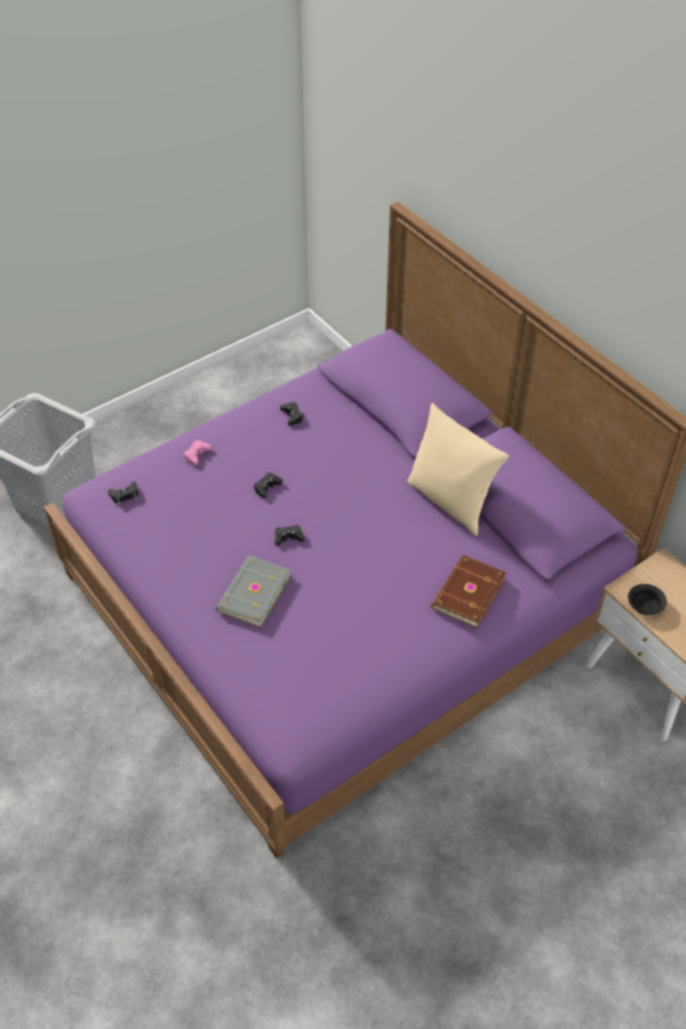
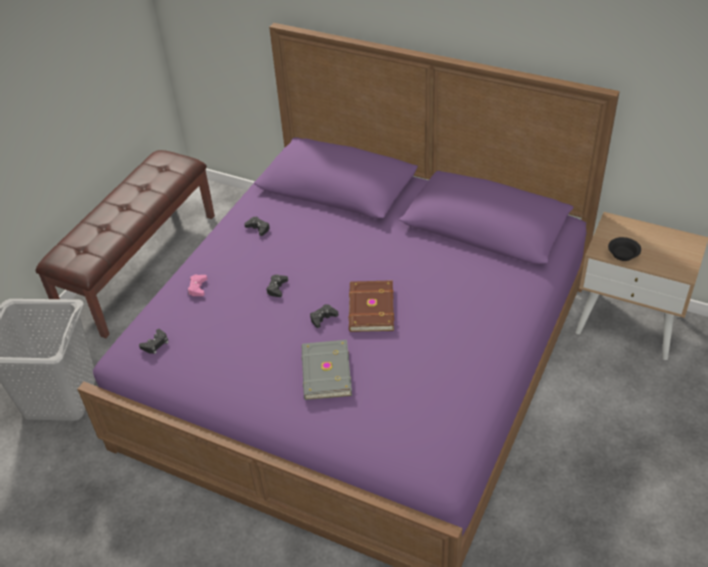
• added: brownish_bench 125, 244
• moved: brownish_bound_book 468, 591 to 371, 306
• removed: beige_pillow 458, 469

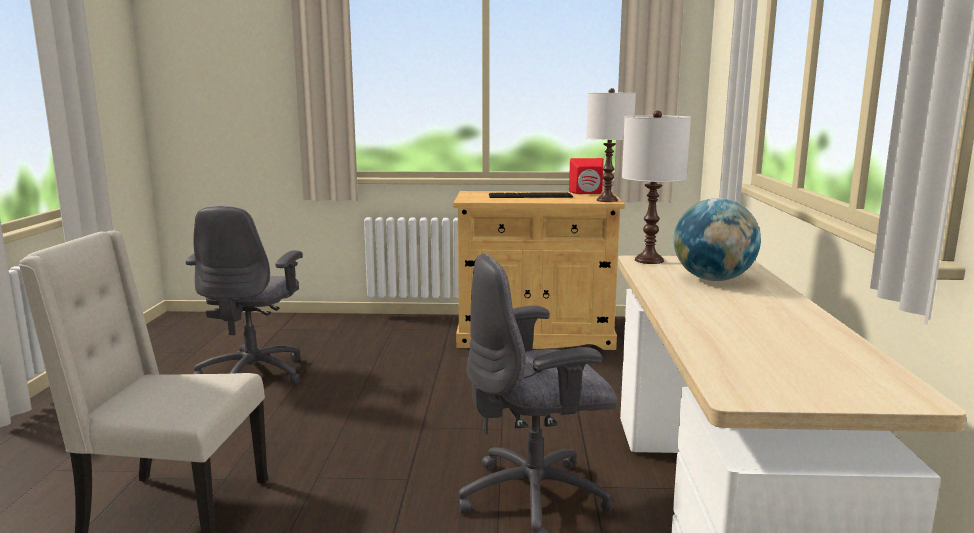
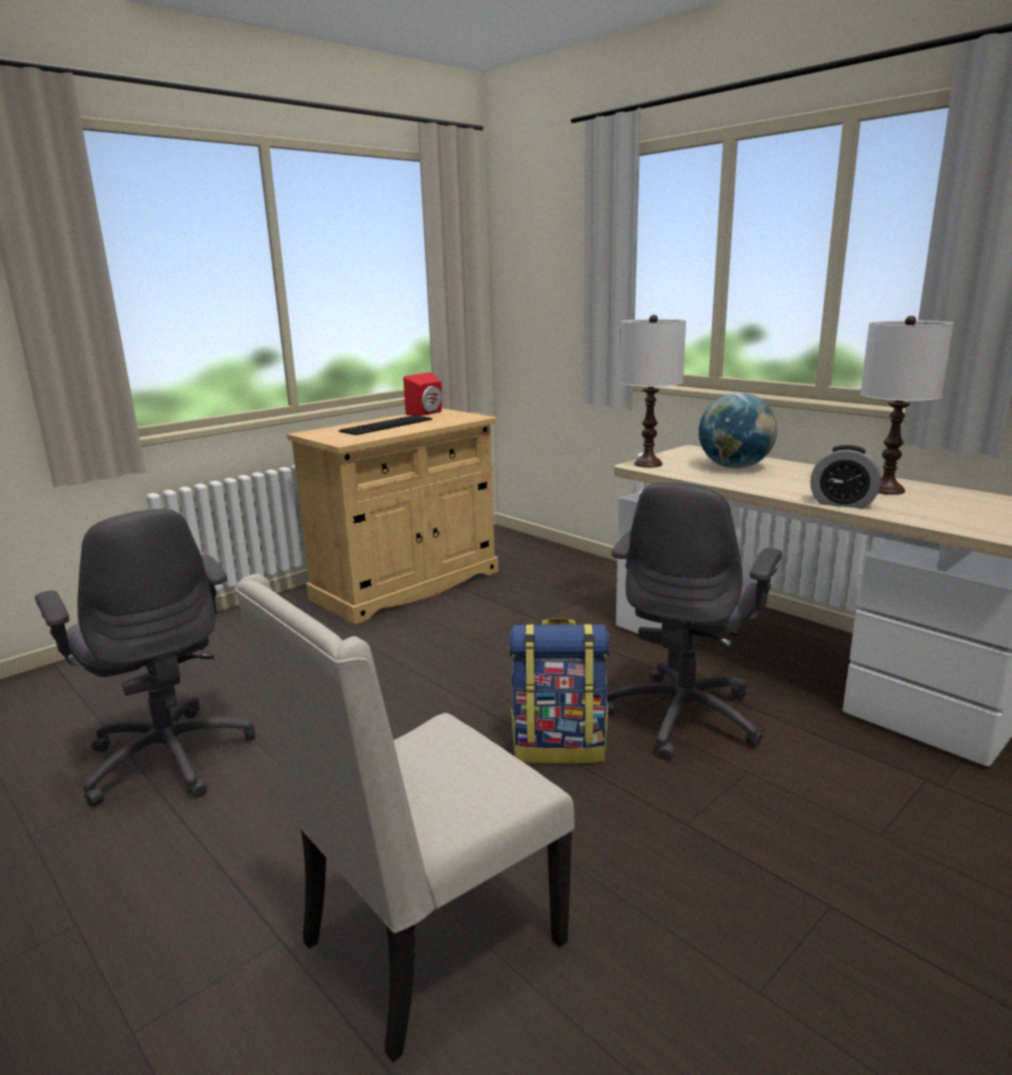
• added: rucksack 559, 691
• added: bedside_clock 845, 476
• moved: whitish_lamp_for_a_table 611, 145 to 907, 405

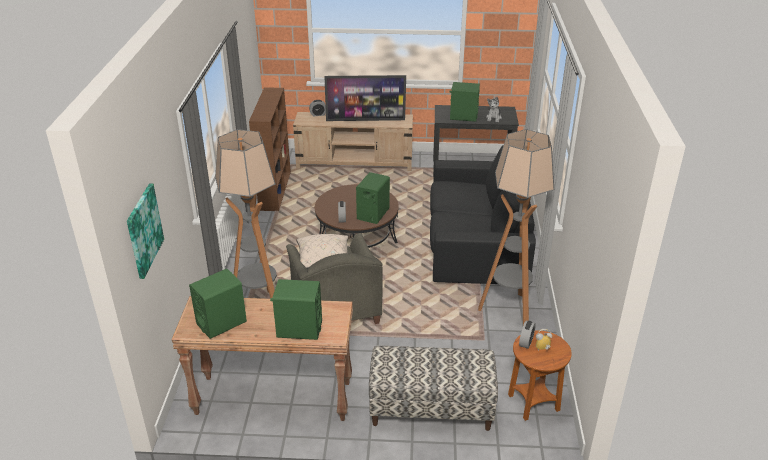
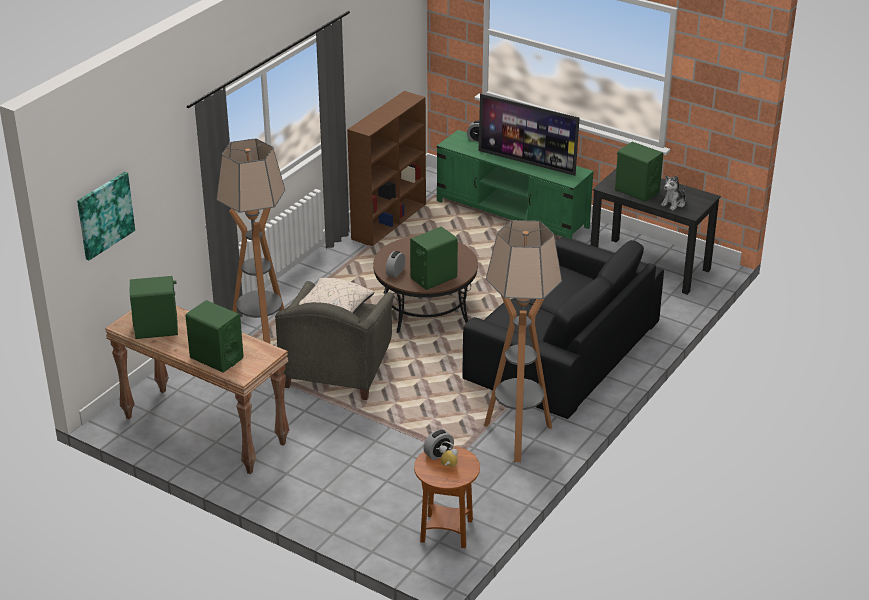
• recoloured: beige_tv_unit 353, 141 to green_tv_unit 515, 184
• removed: bench 433, 388

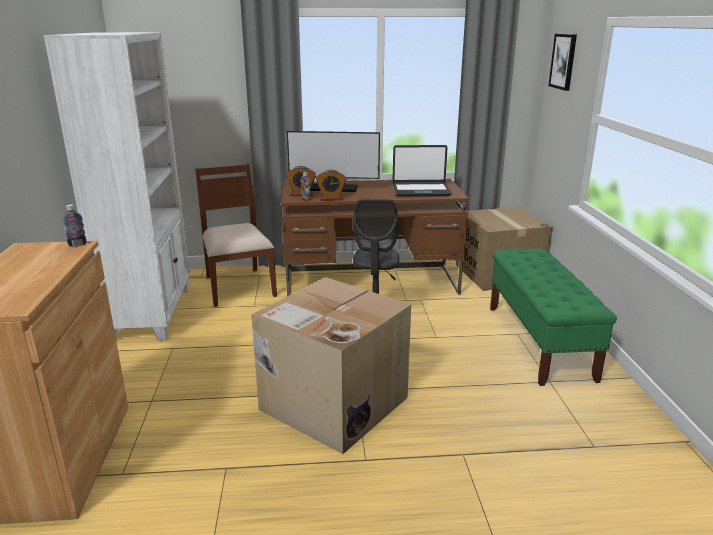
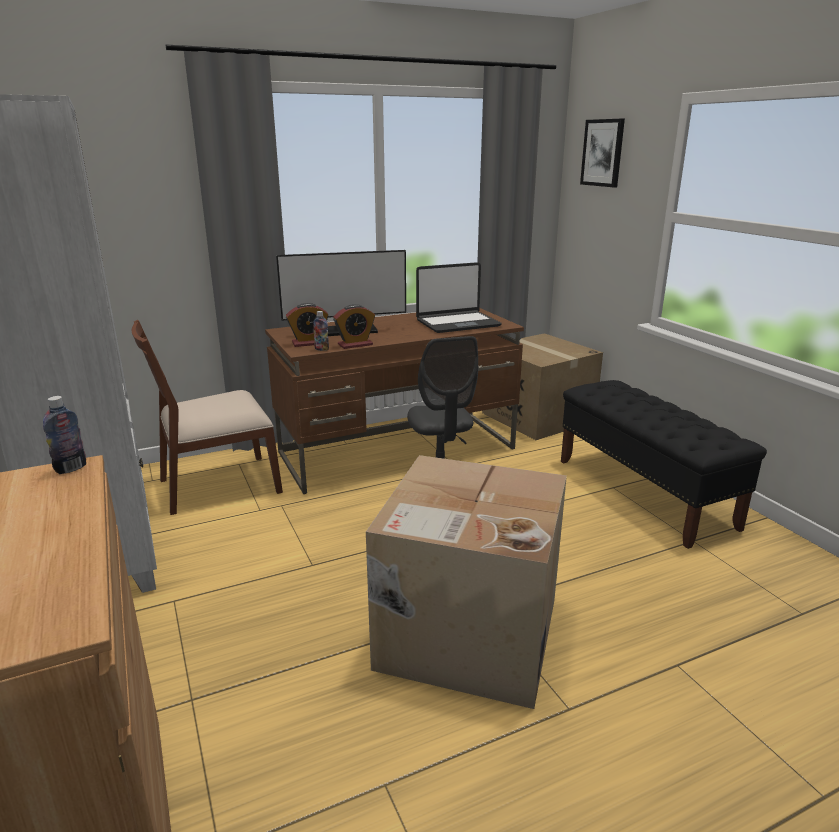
• turned: brownish_chair 236, 235 = 207, 417 75 degrees counterclockwise
• recoloured: green_bench 553, 317 to black_bench 664, 464

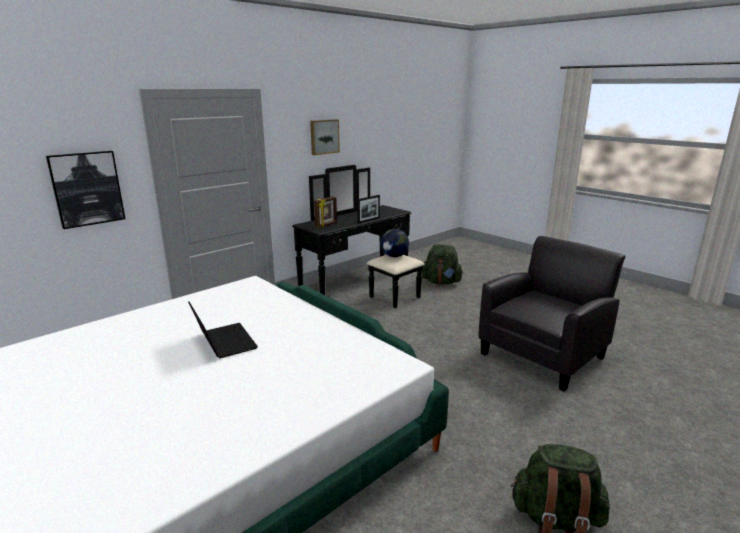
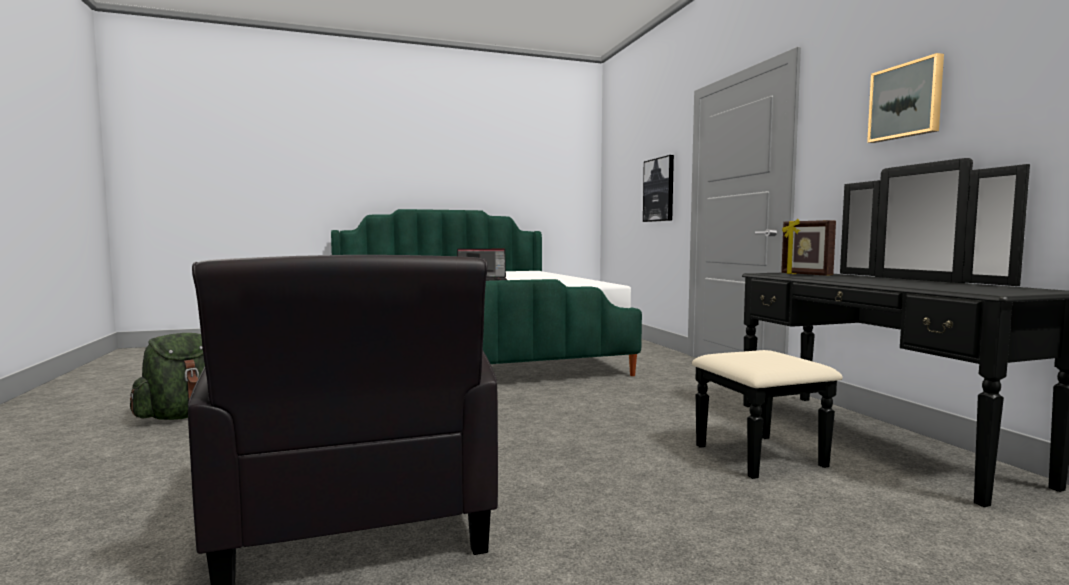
• removed: photo_frame 368, 209
• removed: globe 395, 243
• removed: green_rucksack 442, 264

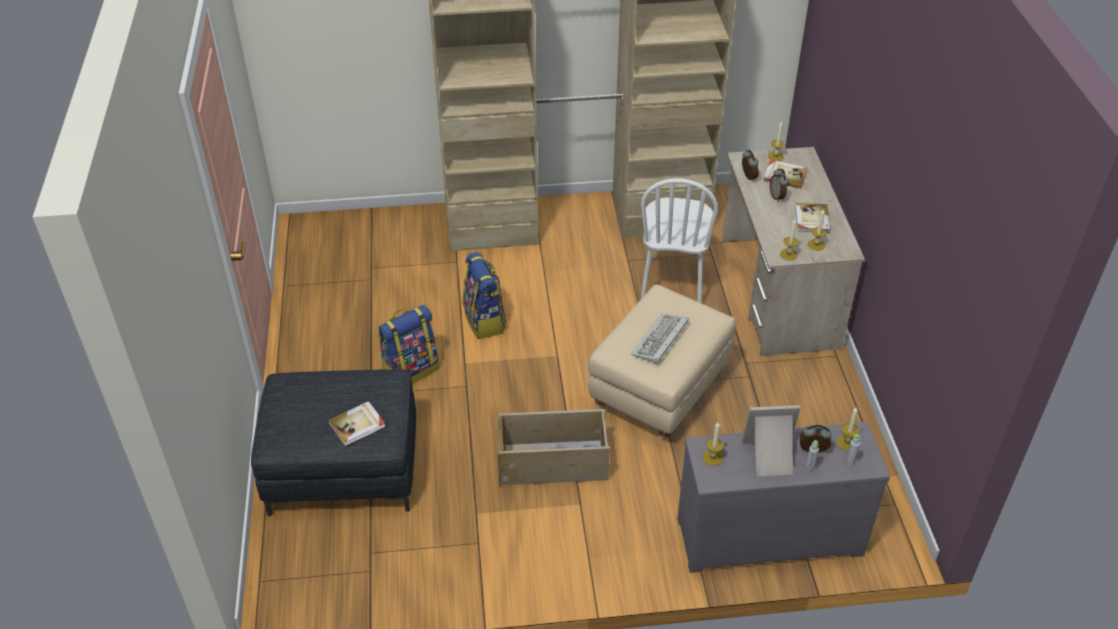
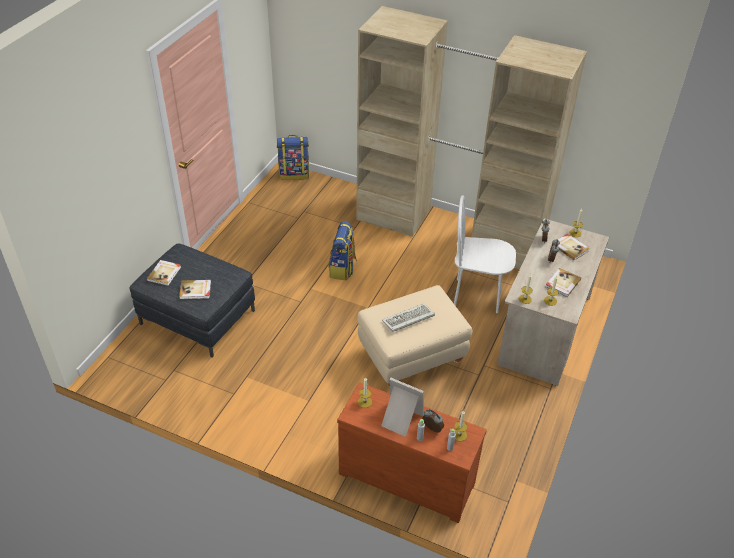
• added: bound_book 164, 273
• moved: rucksack 408, 344 to 293, 157
• recoloured: greyish_chest_of_drawers 783, 497 to brownish_chest_of_drawers 412, 453
• turned: whitish_chair 679, 240 = 485, 254 60 degrees clockwise
• removed: beige_storage_bin 553, 448

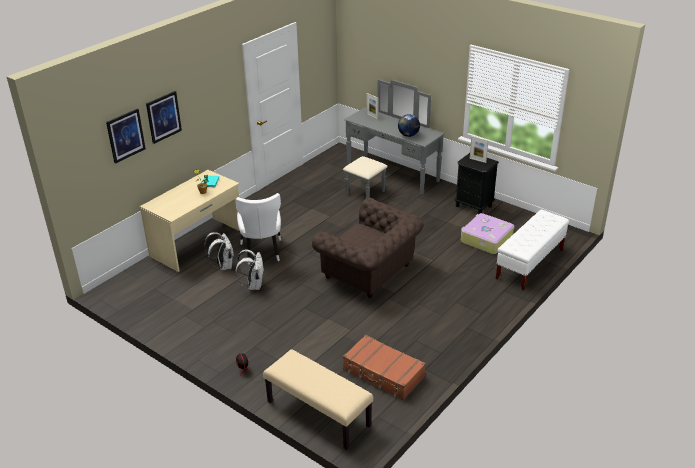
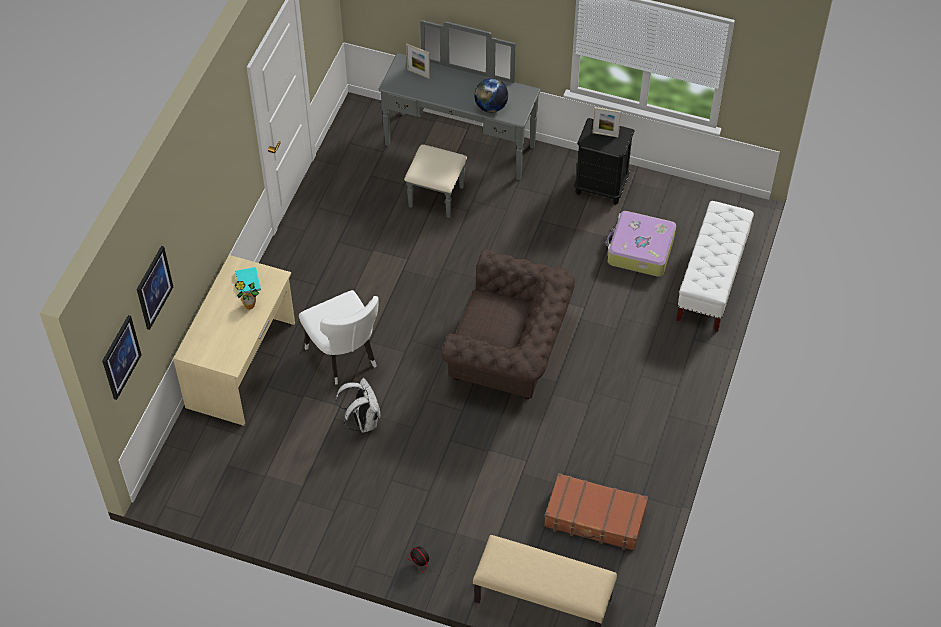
• moved: wall_picture 164, 117 to 122, 357
• removed: whitish_rucksack 219, 251

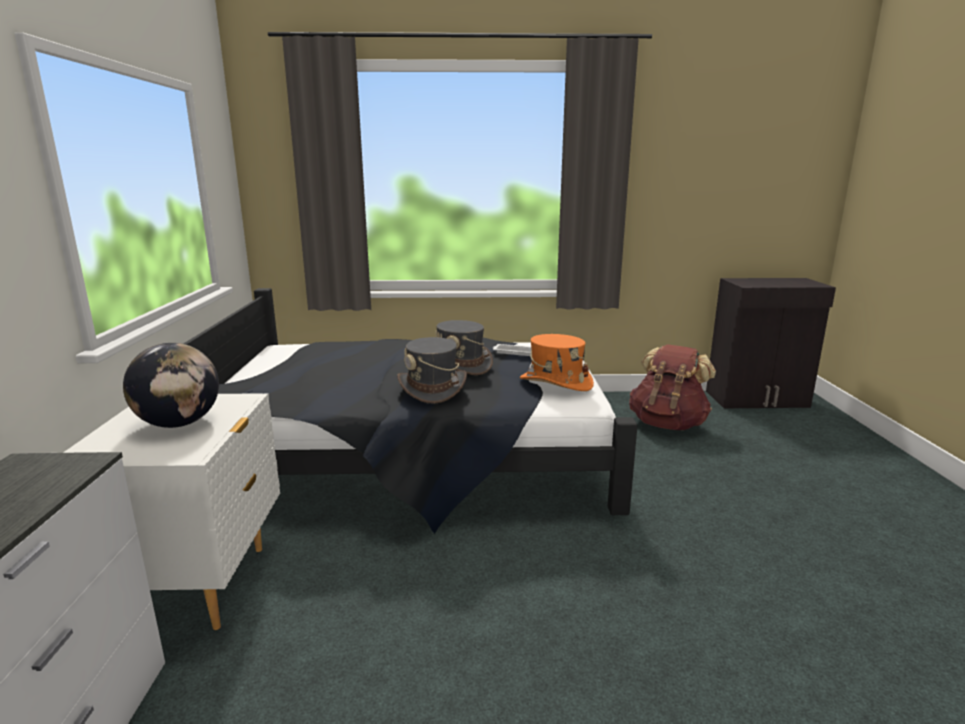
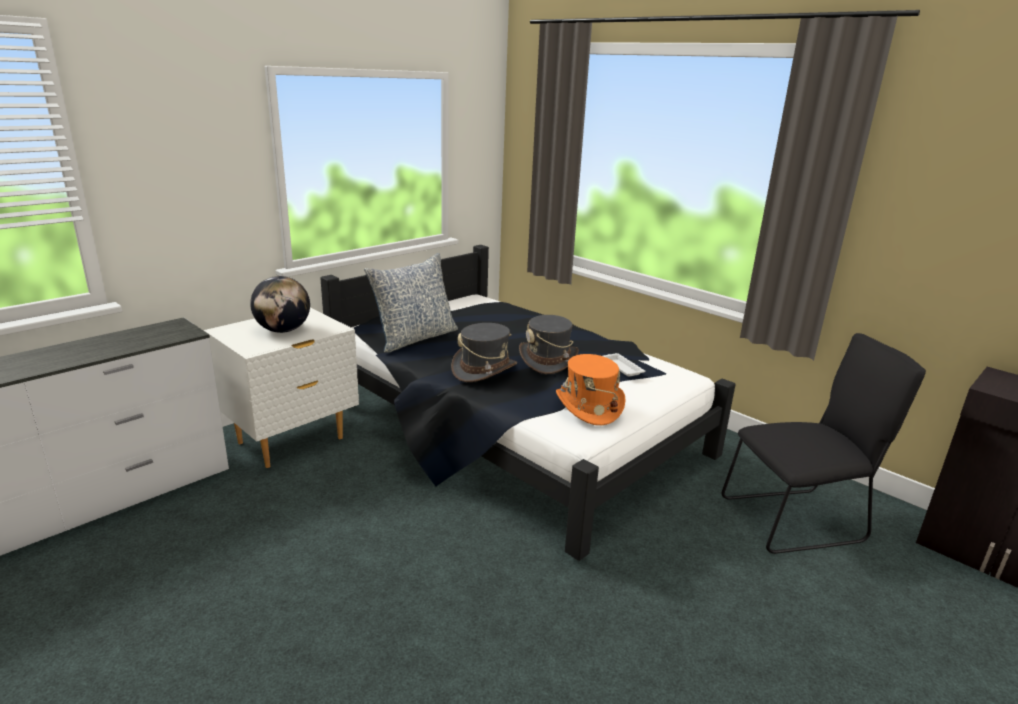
• added: pillow 411, 303
• replaced: brownish_rucksack 672, 387 to black_chair 824, 443

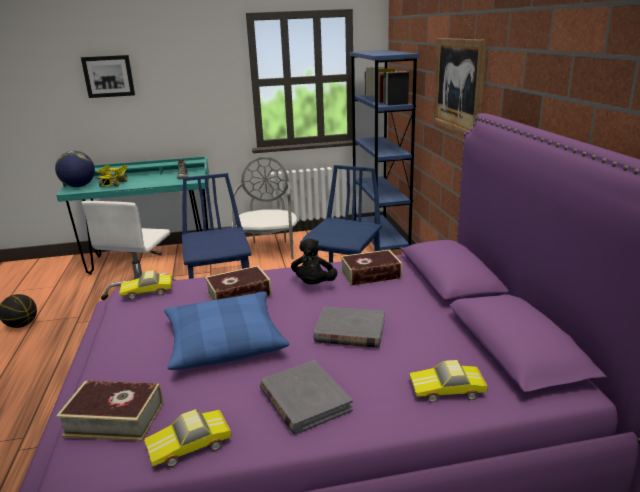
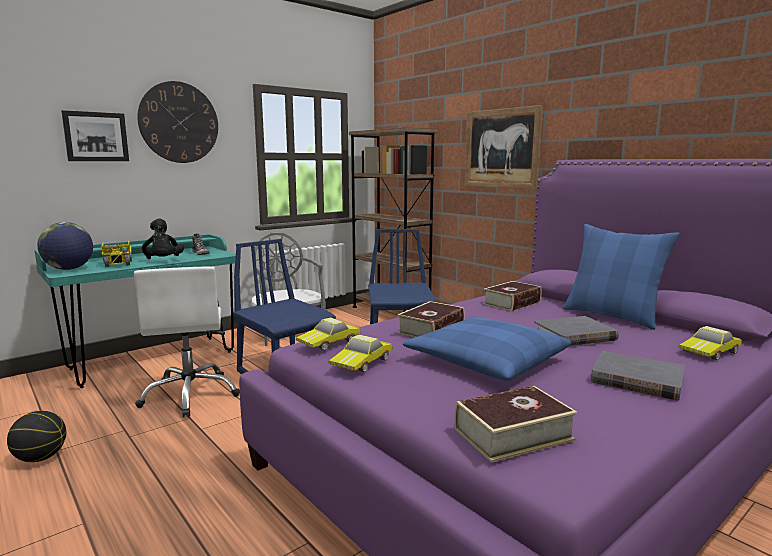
• added: clock_on_the_wall 177, 122
• moved: black_cuddly_toy 314, 261 to 163, 238
• moved: miniature_car 188, 438 to 360, 353
• recoloured: blue-coloured_shelving_unit 384, 150 to brownish_shelving_unit 393, 220
• added: blue-coloured_pillow 621, 277

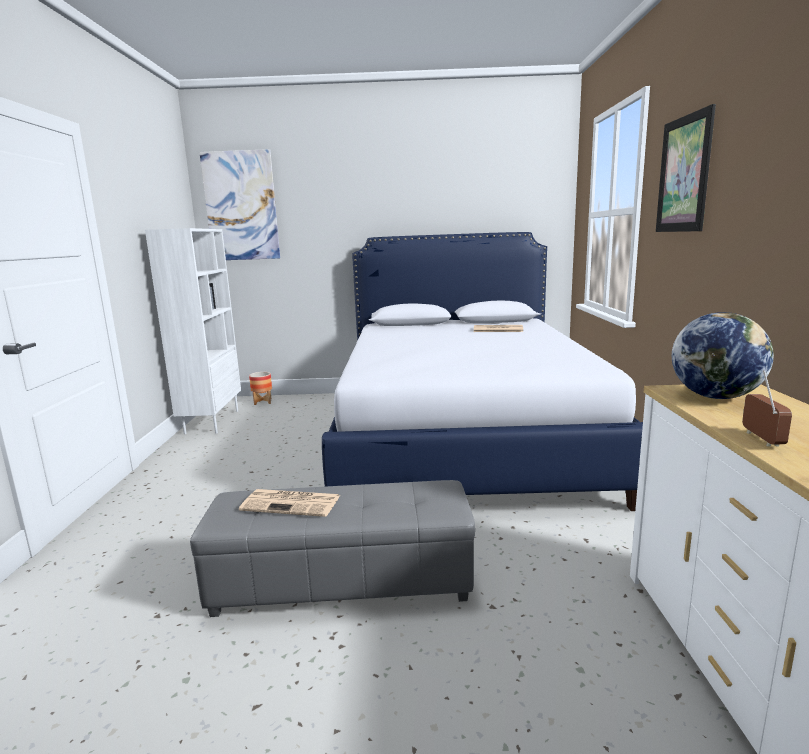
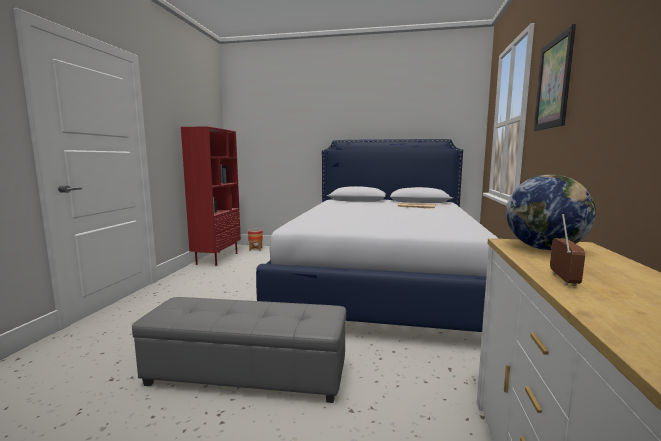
• recoloured: whitish_shelving_unit 193, 331 to red-coloured_shelving_unit 211, 196
• removed: wall_picture 239, 204
• removed: printed_paper 289, 503

